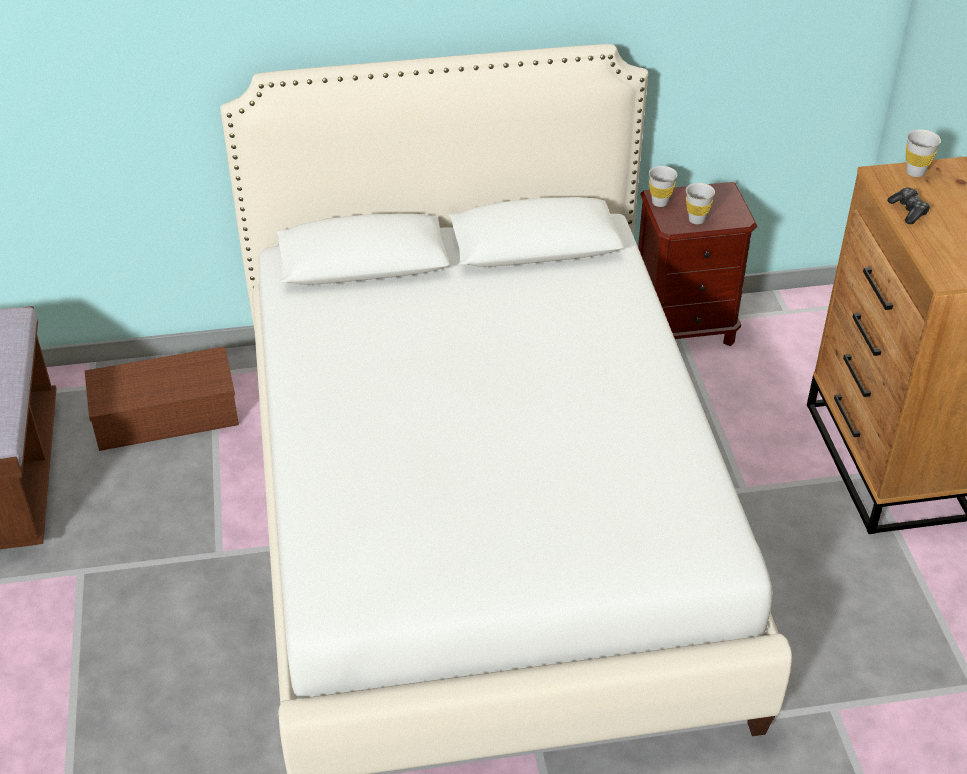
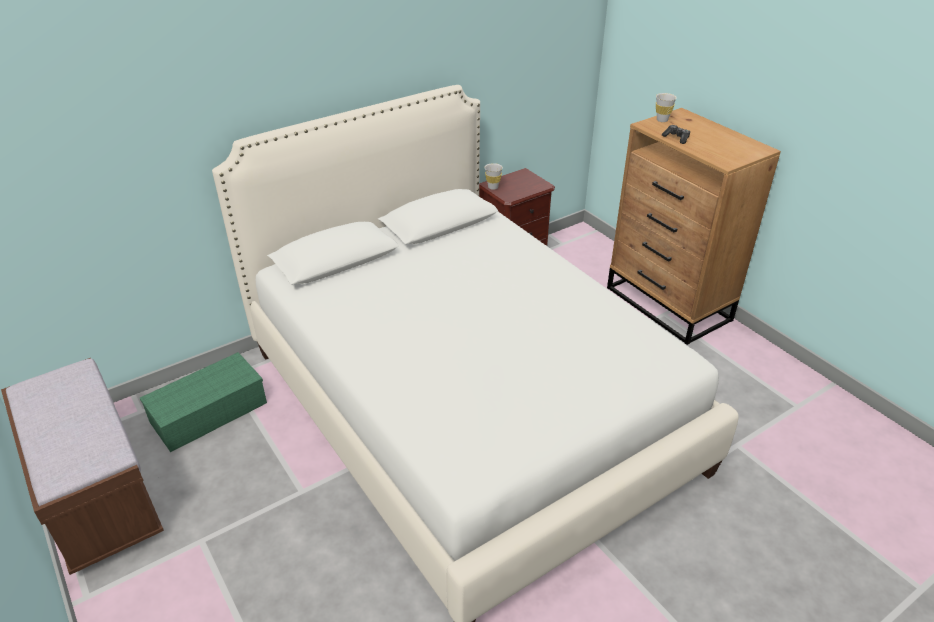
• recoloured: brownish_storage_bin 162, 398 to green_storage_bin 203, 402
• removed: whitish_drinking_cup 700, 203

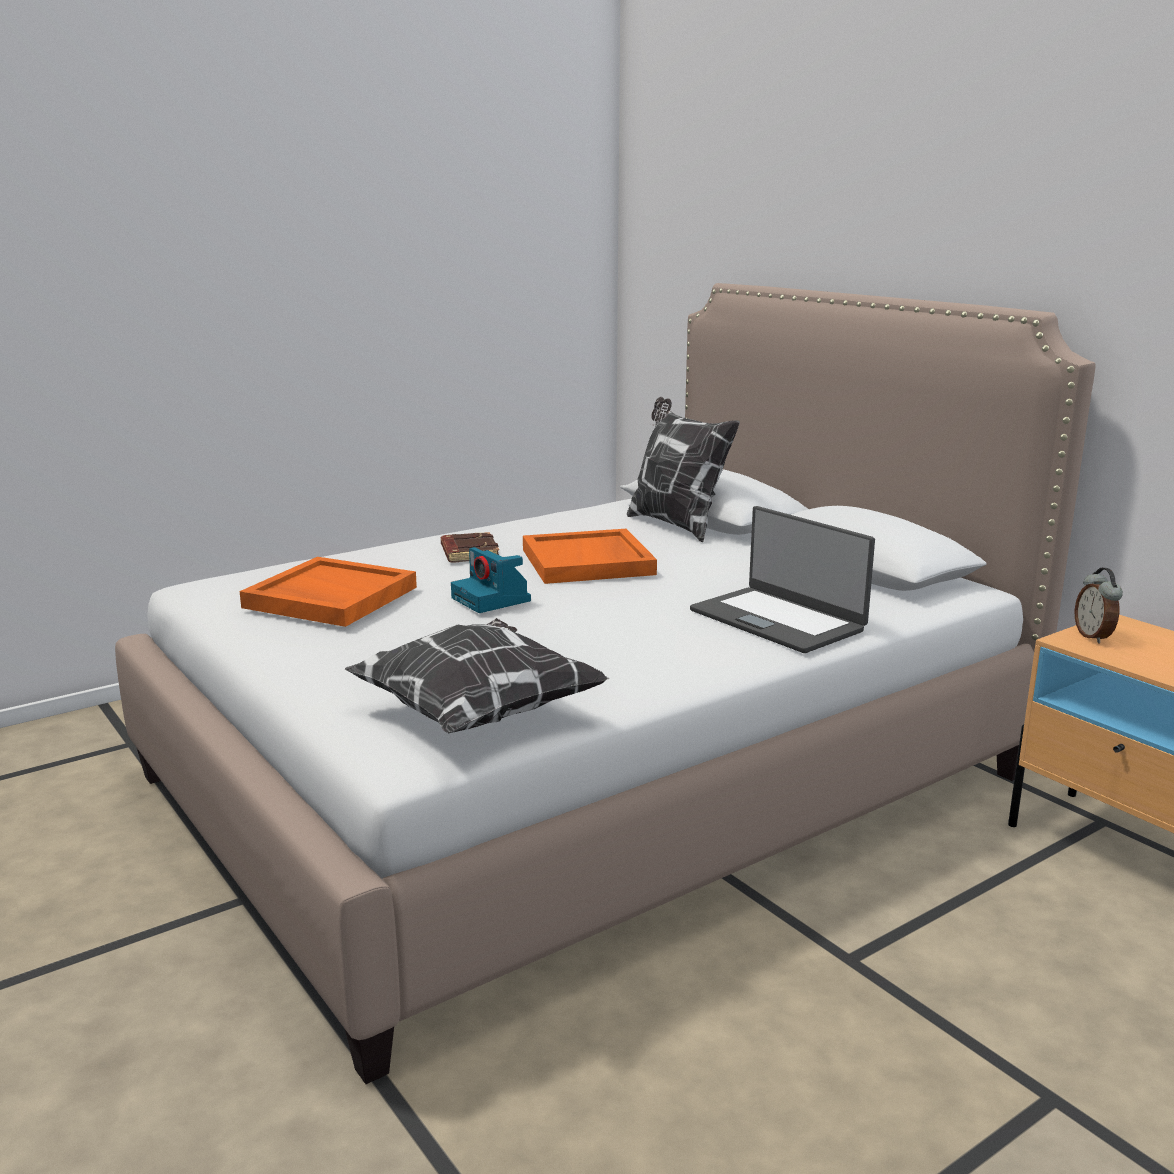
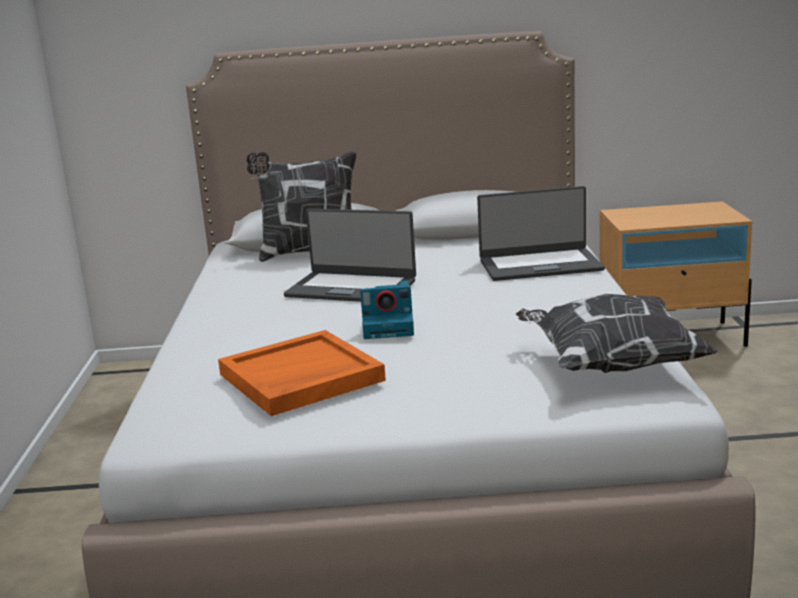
• replaced: orange-coloured_carrying_tray 590, 556 to portable_computer 350, 255
• removed: brownish_bound_book 470, 547
• removed: bedside_clock 1099, 606

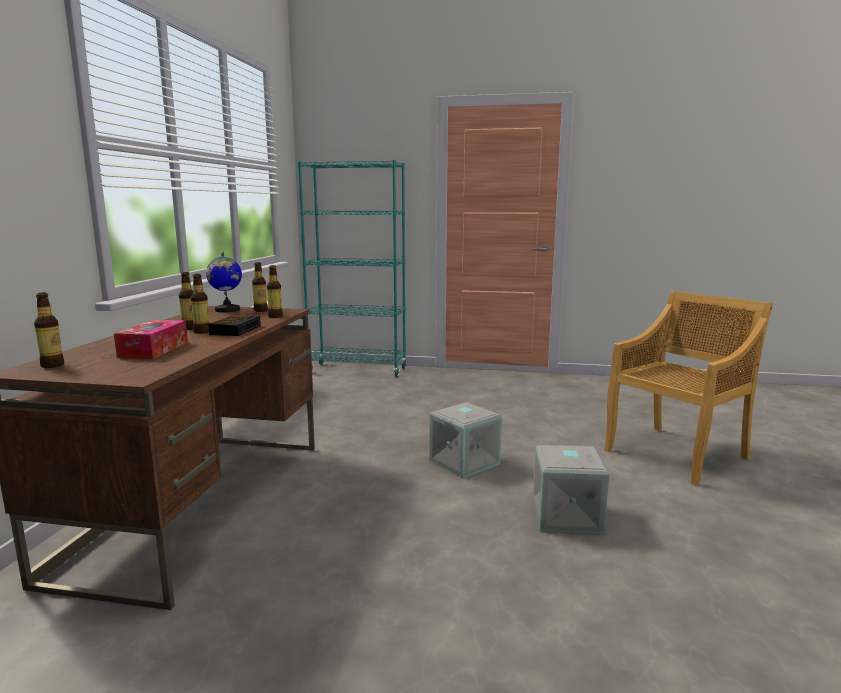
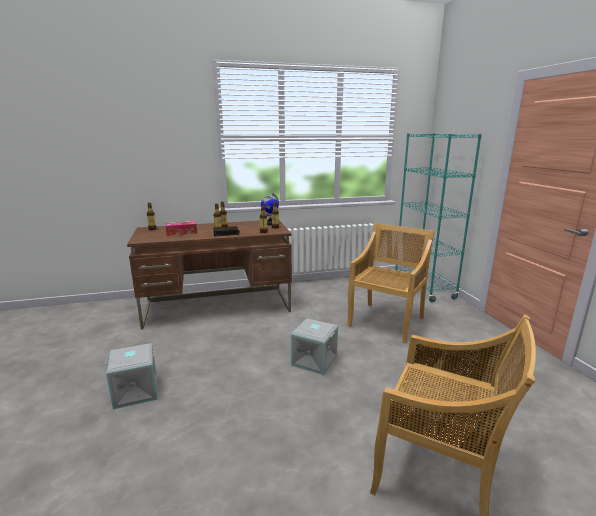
• moved: greyish_storage_bin 571, 489 to 131, 376
• added: beige_chair 390, 283

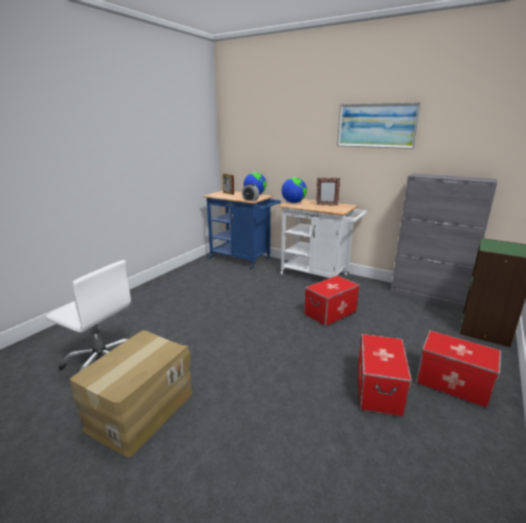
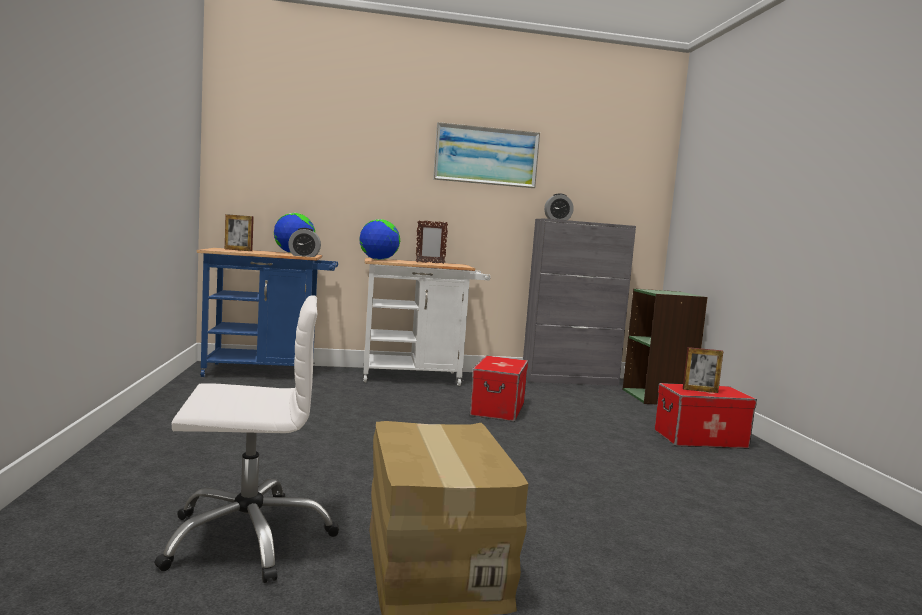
• added: bedside_clock 559, 207
• added: photo_frame 703, 370
• removed: storage_bin 385, 375

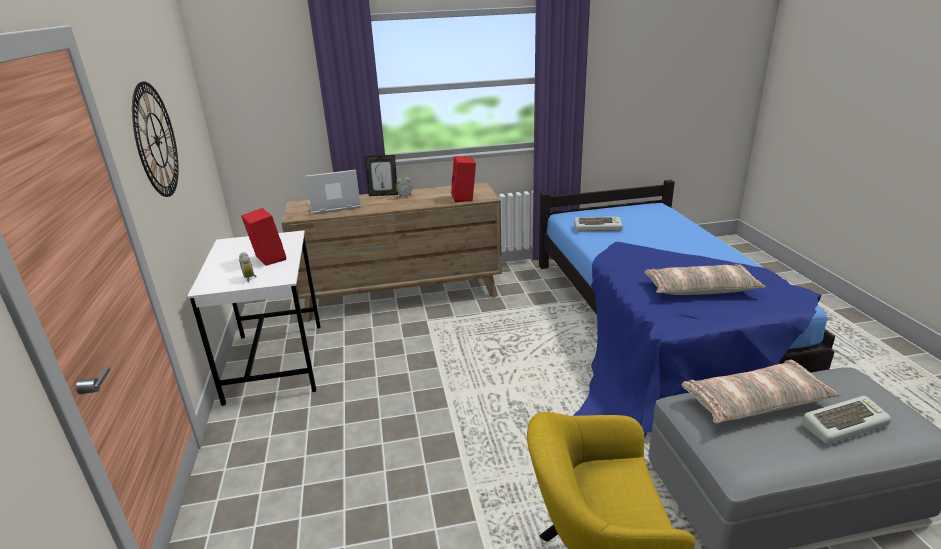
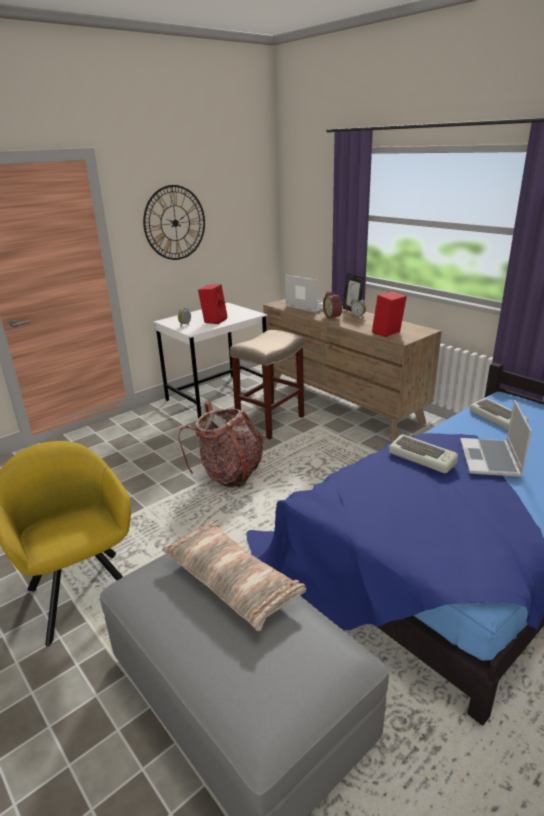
• added: rucksack 220, 444
• added: beige_sitting_stool 267, 384
• added: bedside_clock 332, 305
• moved: keyboard 846, 420 to 423, 454
• added: portable_computer 496, 438
• removed: pillow 705, 279

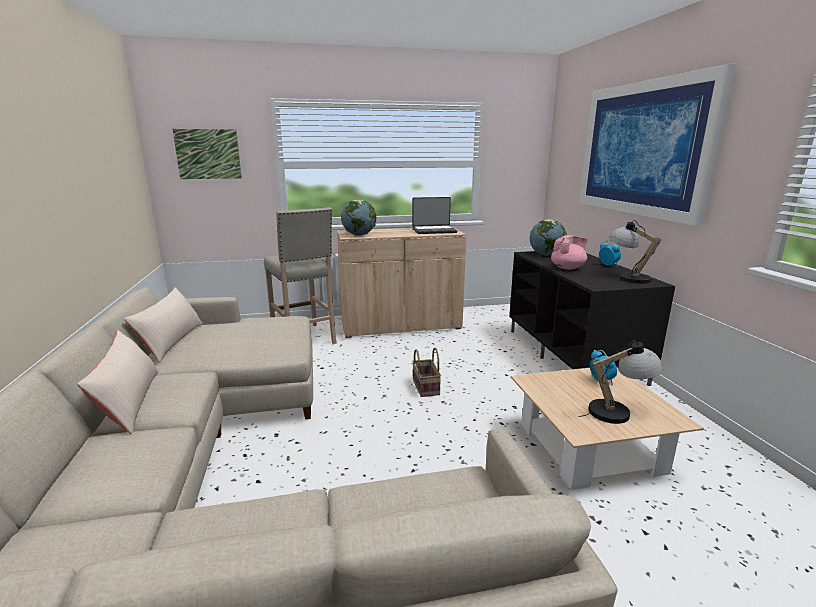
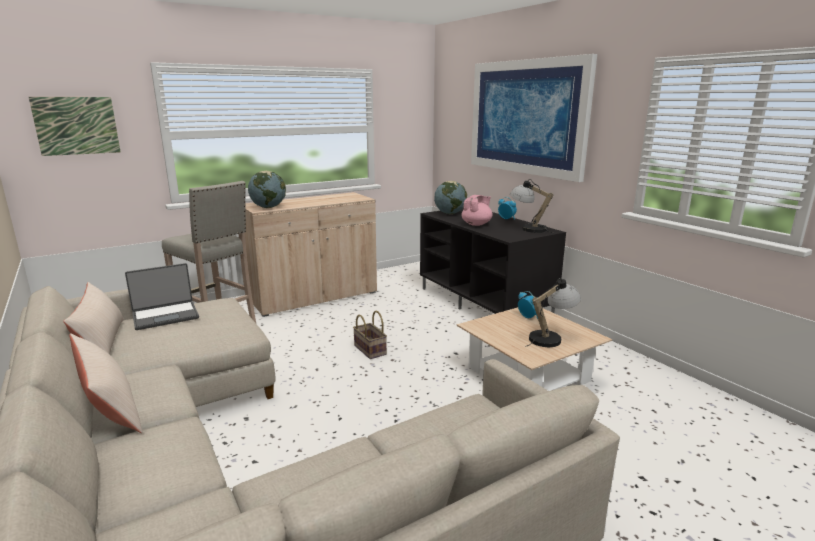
• moved: portable_computer 434, 215 to 162, 296

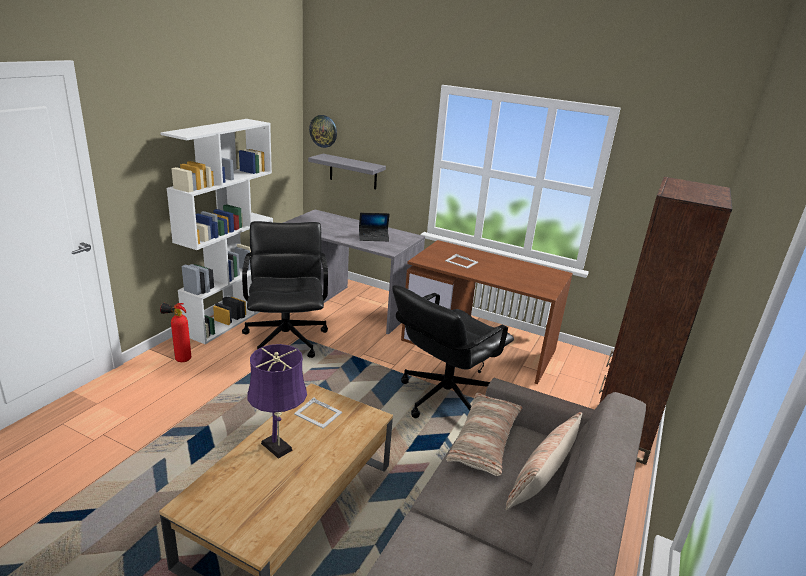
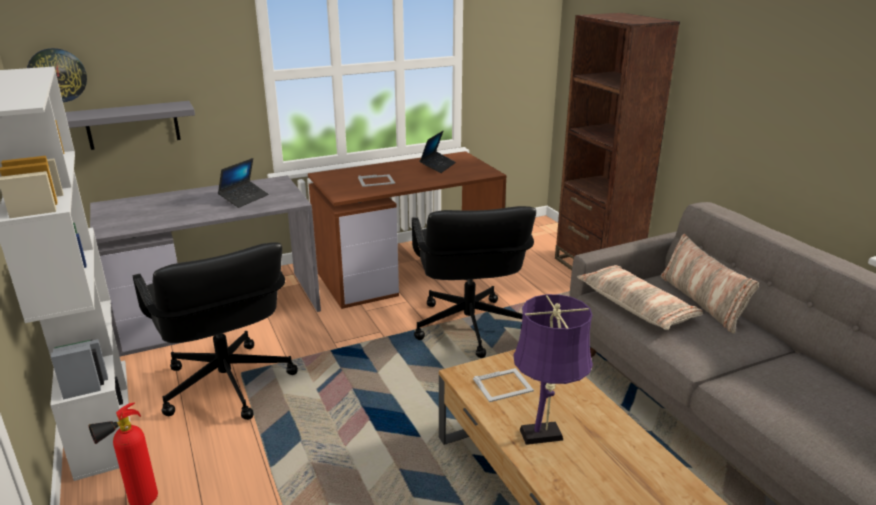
• turned: black_office_chair 285, 289 = 215, 331 150 degrees counterclockwise
• added: portable_computer 438, 152

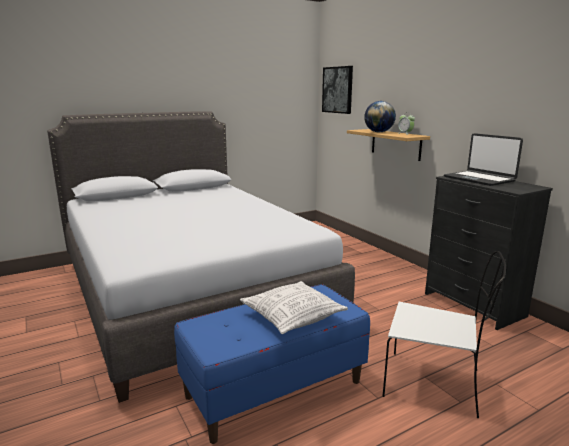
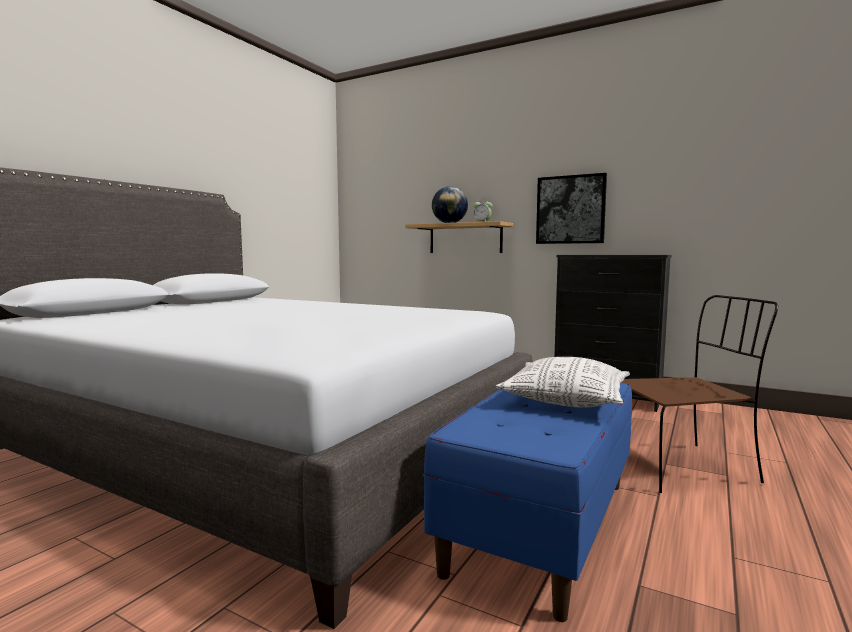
• moved: wall_picture 337, 90 to 571, 208
• recoloured: whitish_chair 444, 334 to brownish_chair 699, 394
• removed: portable_computer 483, 159

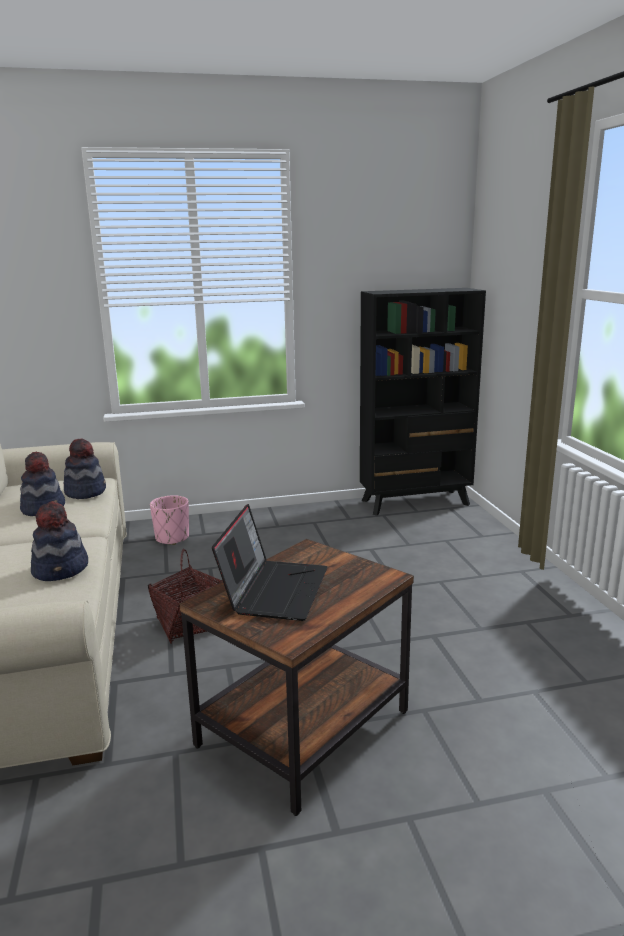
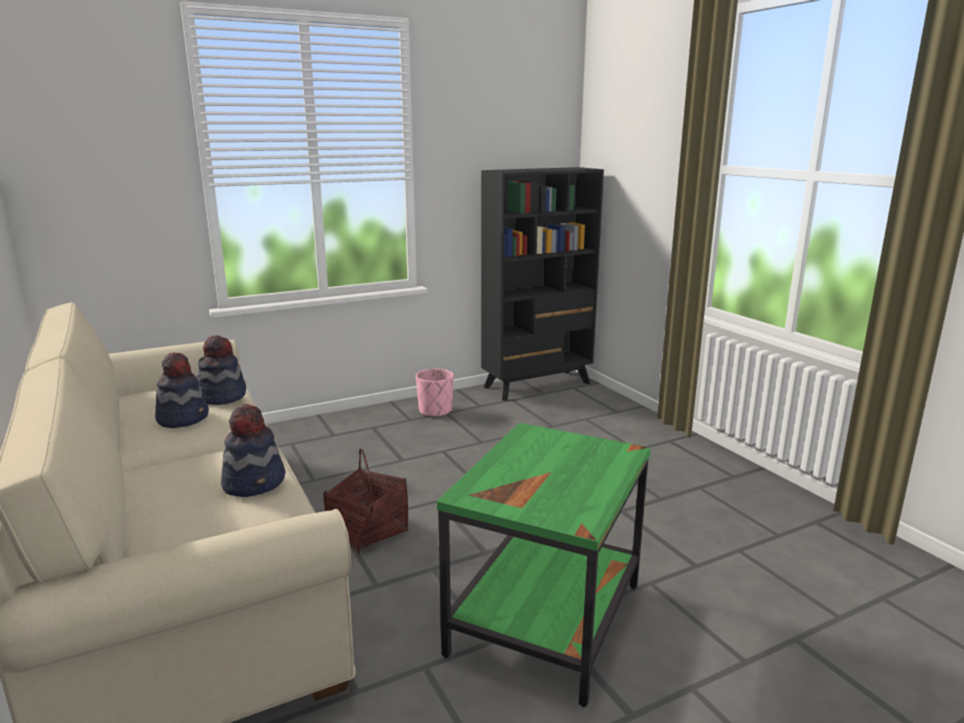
• moved: pink_flower_pot 169, 520 to 435, 393
• recoloured: brownish_accent_table 297, 677 to green_accent_table 544, 565
• removed: portable_computer 270, 562

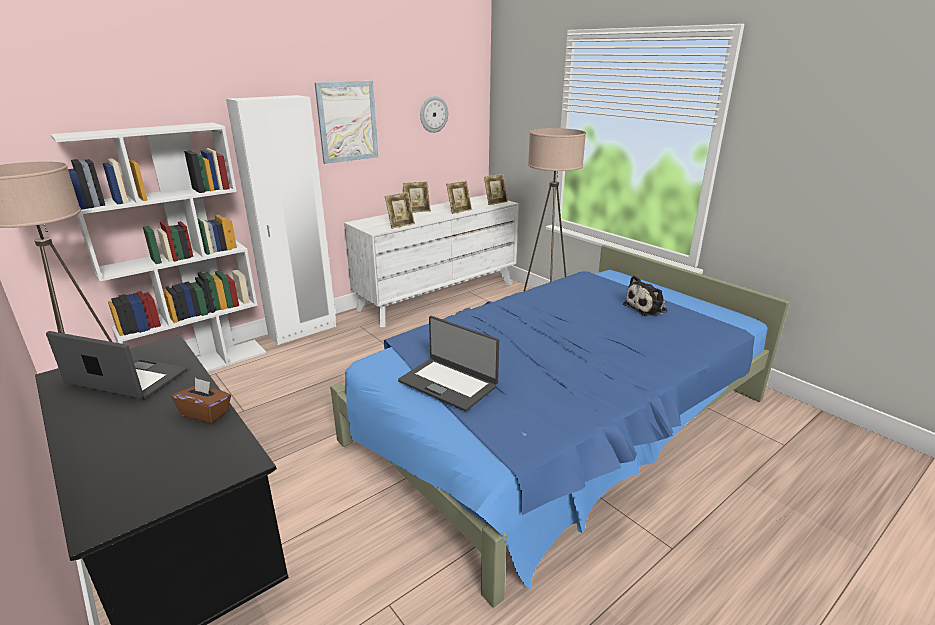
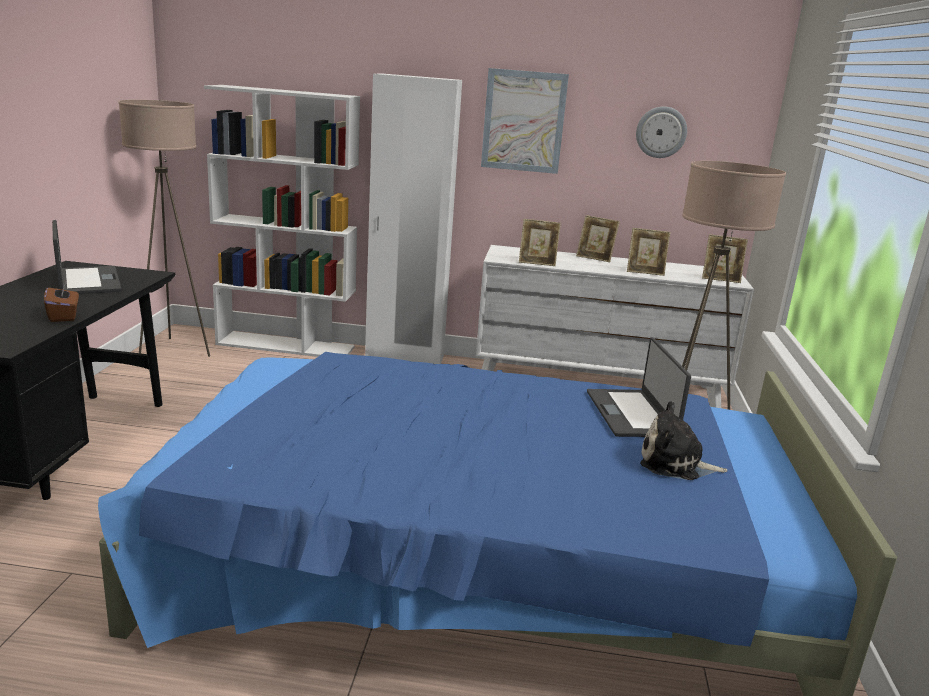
• moved: portable_computer 448, 363 to 639, 387

